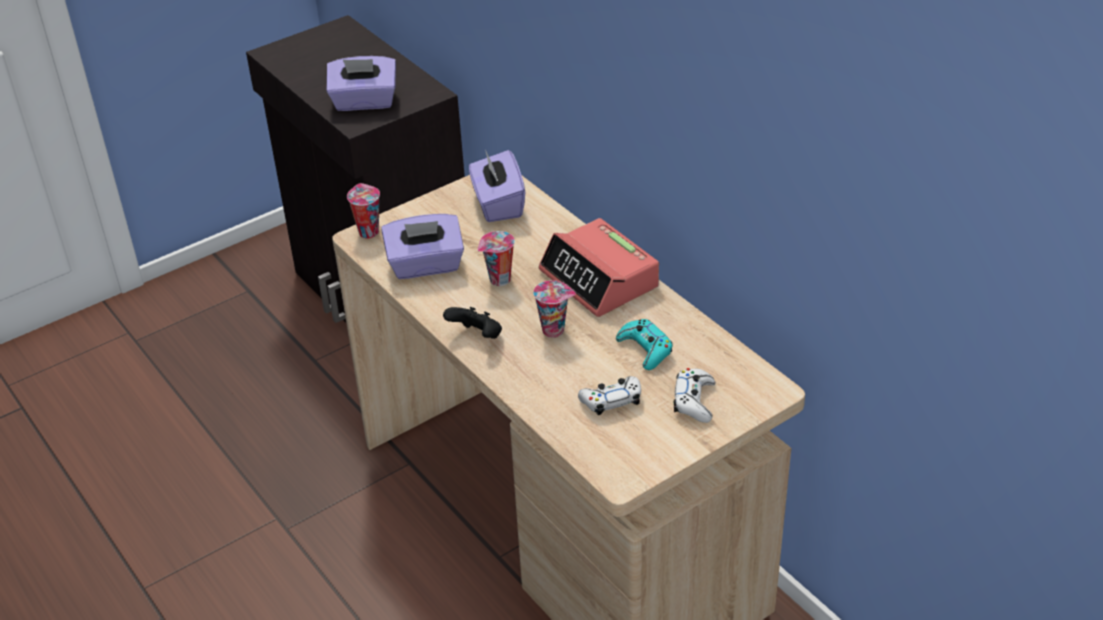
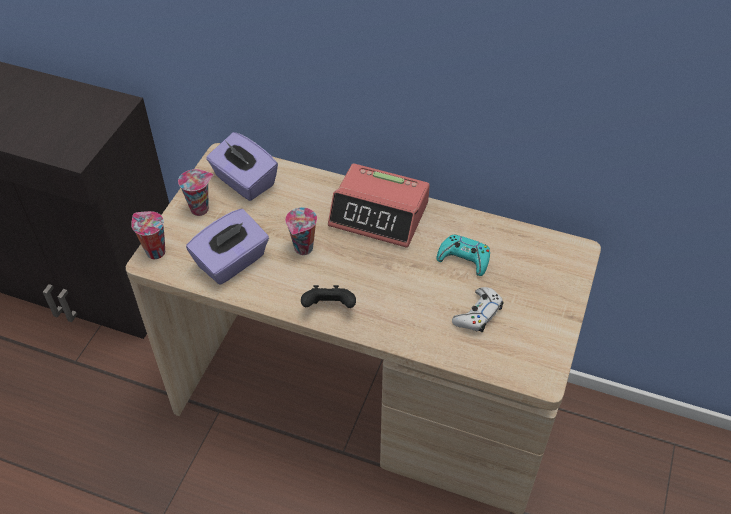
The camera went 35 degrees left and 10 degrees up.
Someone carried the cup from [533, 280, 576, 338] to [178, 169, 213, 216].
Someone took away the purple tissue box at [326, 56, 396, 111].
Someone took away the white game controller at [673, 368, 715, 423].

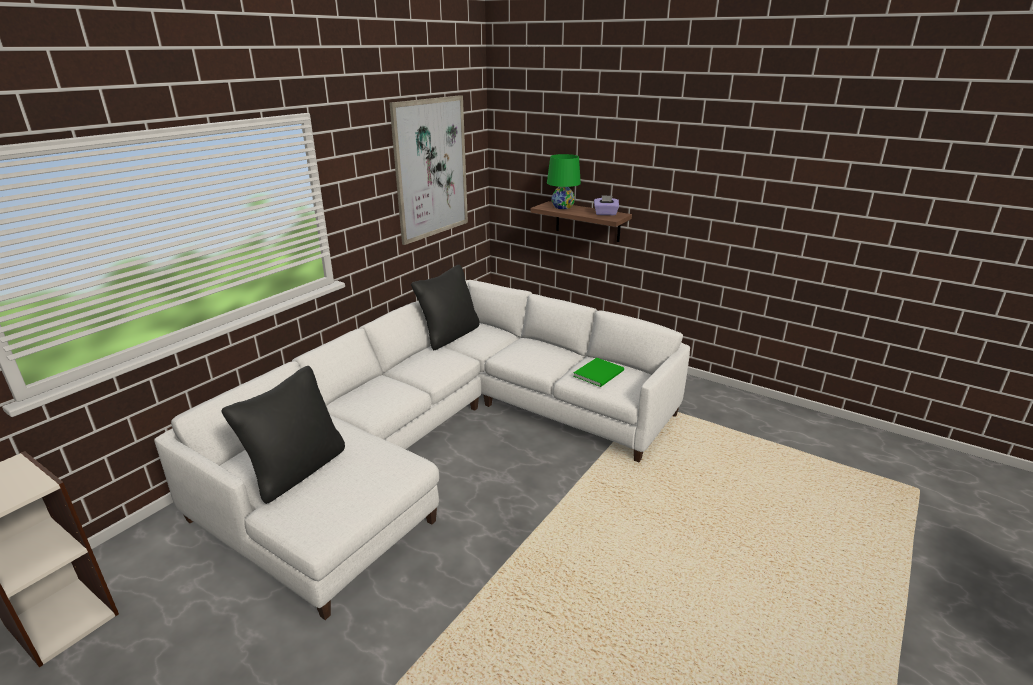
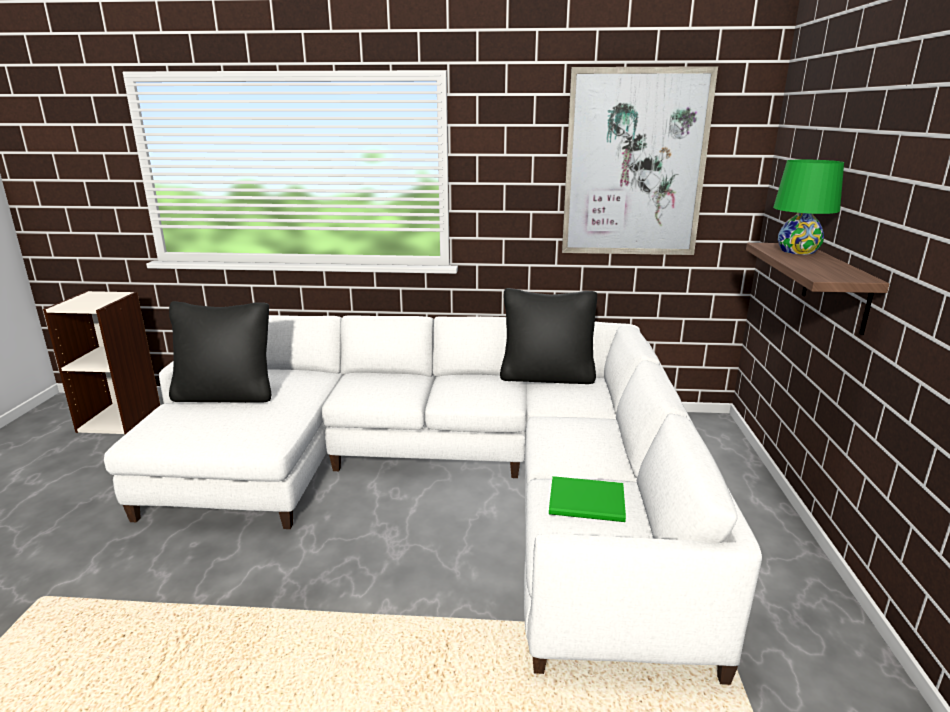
The camera went 60 degrees right and 5 degrees down.
Someone took away the purple tissue box at [594, 195, 619, 215].

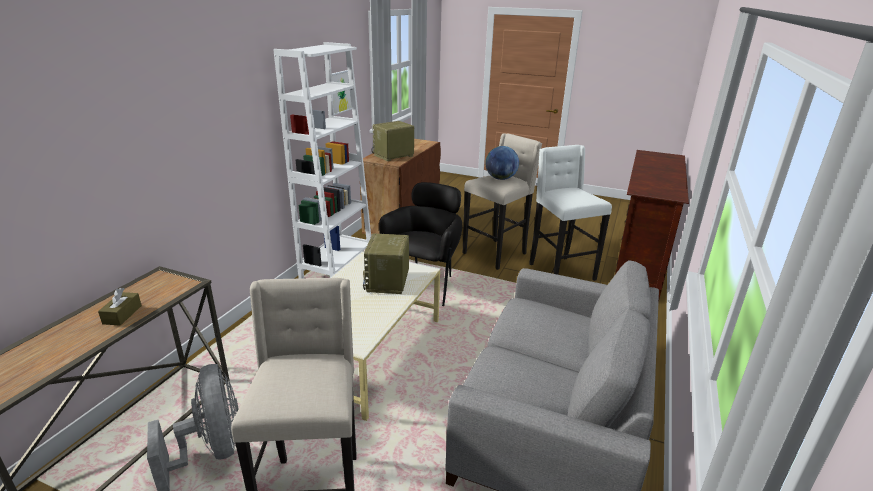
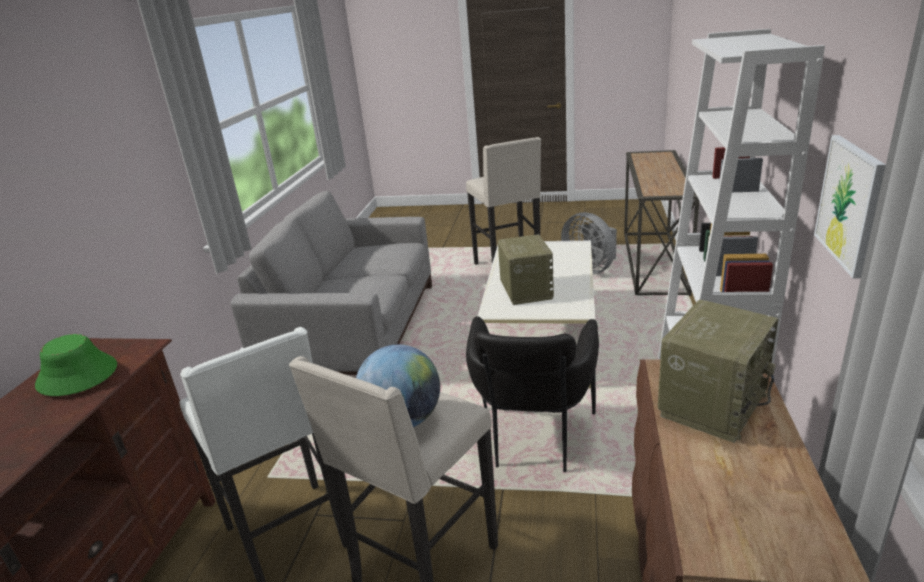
The camera went 170 degrees right and 0 degrees up.
Someone put down the green hat at [35, 334, 117, 396].
Someone took away the brown tissue box at [98, 288, 142, 326].

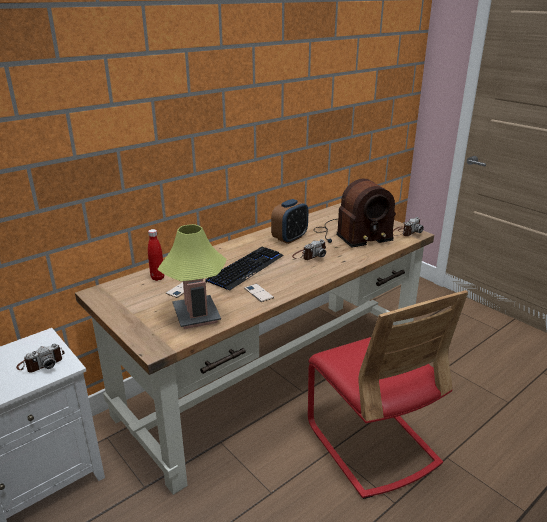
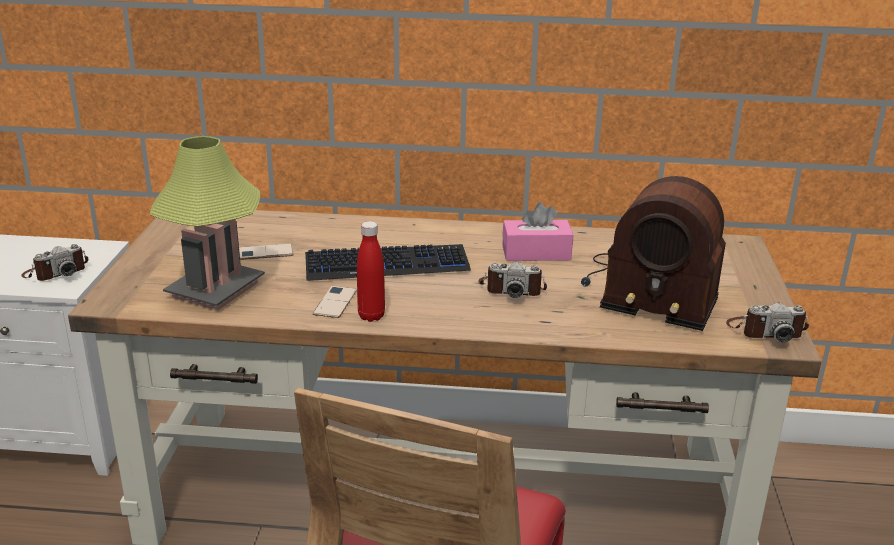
The camera went 45 degrees right and 0 degrees up.
Someone rotated the photo camera at [16, 343, 65, 373] by 45 degrees counterclockwise.
Someone carried the red bottle from [148, 229, 165, 281] to [357, 221, 385, 322].
Someone swapped the alarm clock at [271, 199, 308, 244] for the pink tissue box at [502, 202, 573, 261].

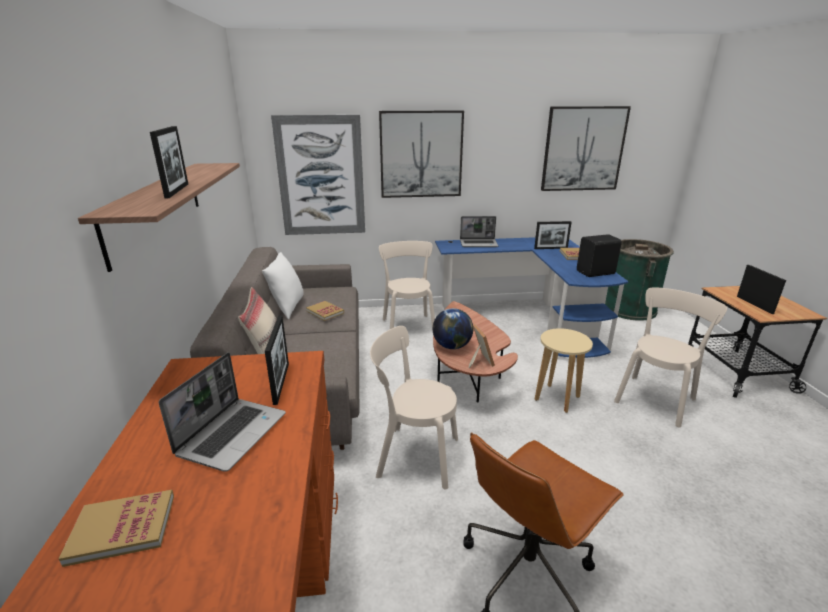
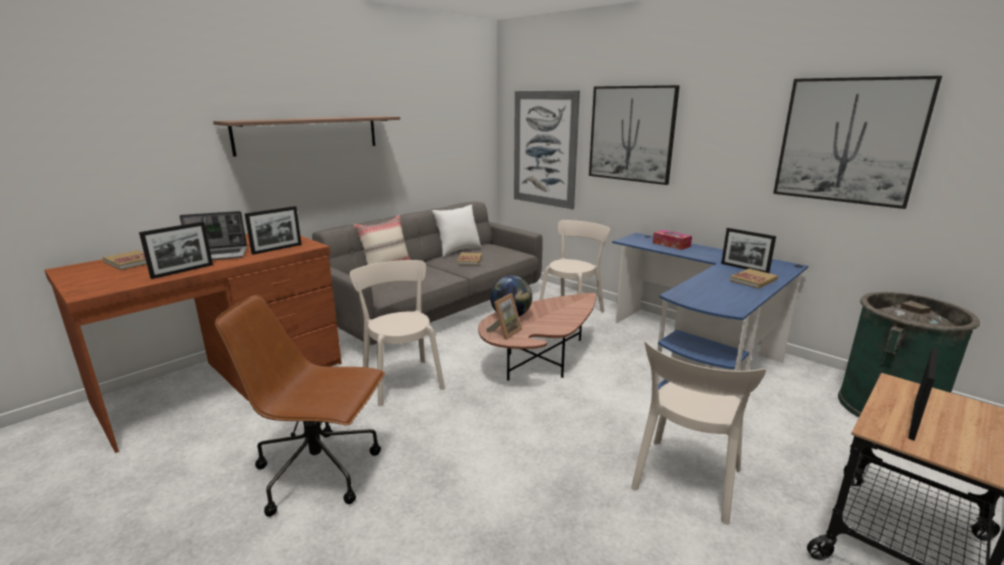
The camera went 50 degrees right and 5 degrees down.
Someone carried the picture frame from [150, 126, 188, 198] to [139, 222, 213, 279].
Someone rotated the beige chair at [614, 287, 727, 428] by 120 degrees clockwise.
Someone swapped the laptop at [460, 216, 499, 247] for the tissue box at [653, 230, 692, 250].
Someone took away the beige stool at [535, 328, 593, 413].
Someone took away the black speaker at [577, 234, 622, 277].

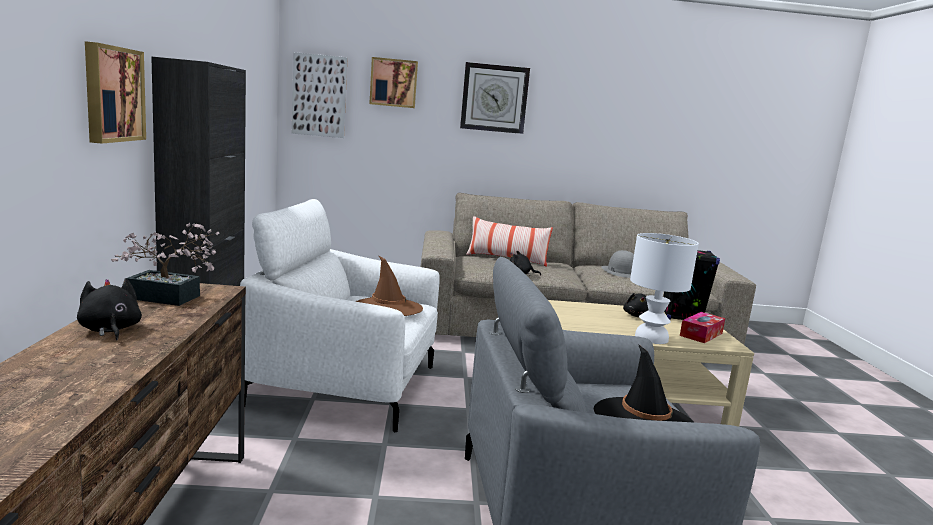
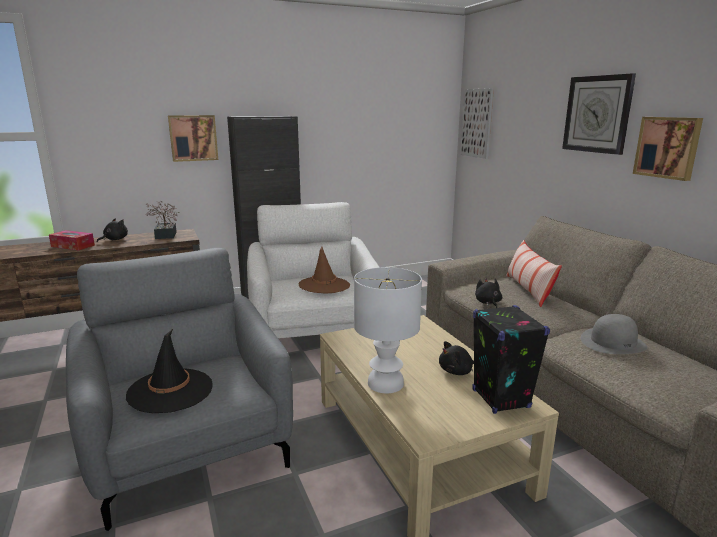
The camera went 70 degrees right and 5 degrees up.
Someone carried the tissue box from [680, 312, 725, 343] to [49, 230, 95, 251].
Someone carried the picture from [369, 57, 418, 108] to [633, 117, 703, 181].

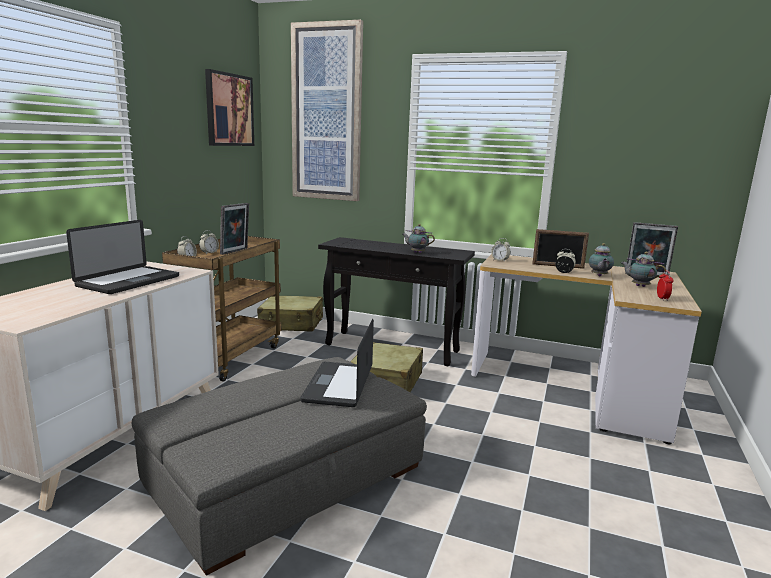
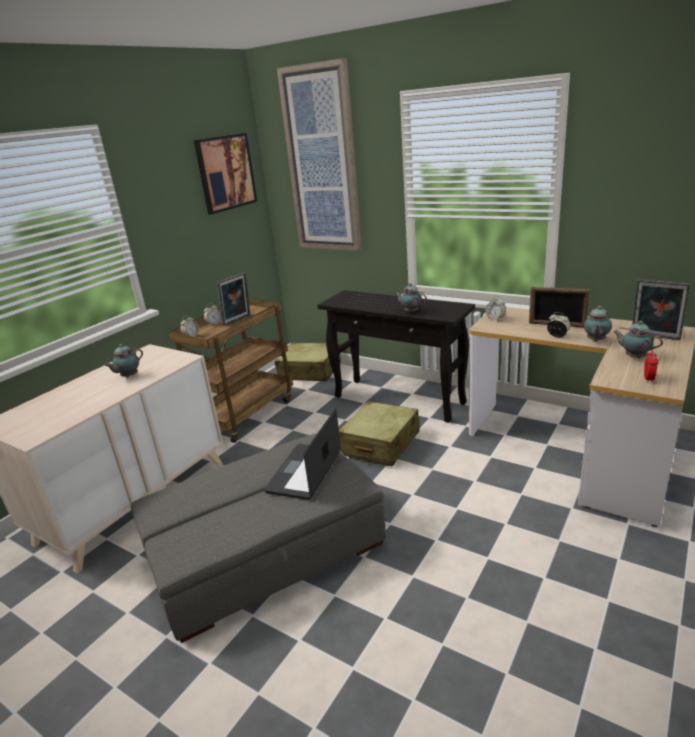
The camera went 15 degrees right and 10 degrees up.
Someone swapped the laptop at [66, 220, 179, 294] for the teapot at [104, 344, 143, 378].

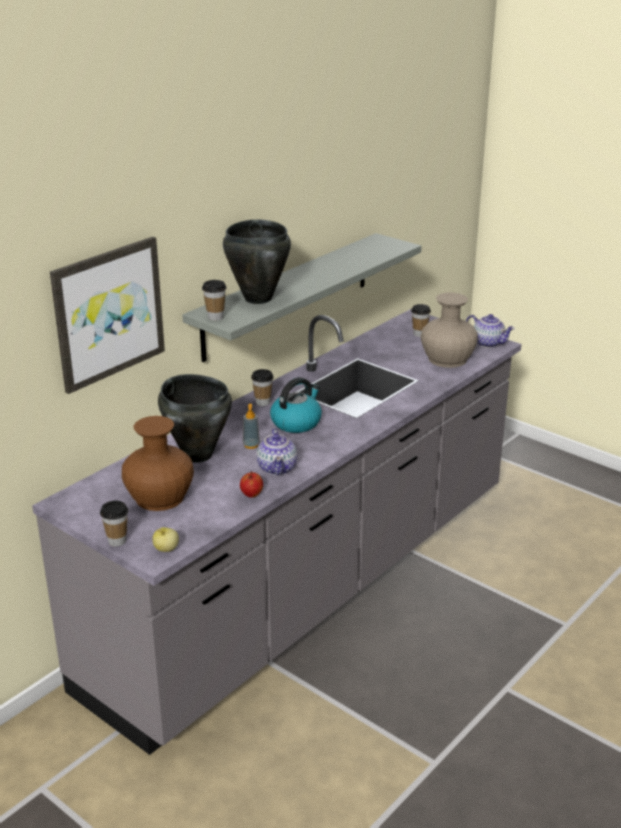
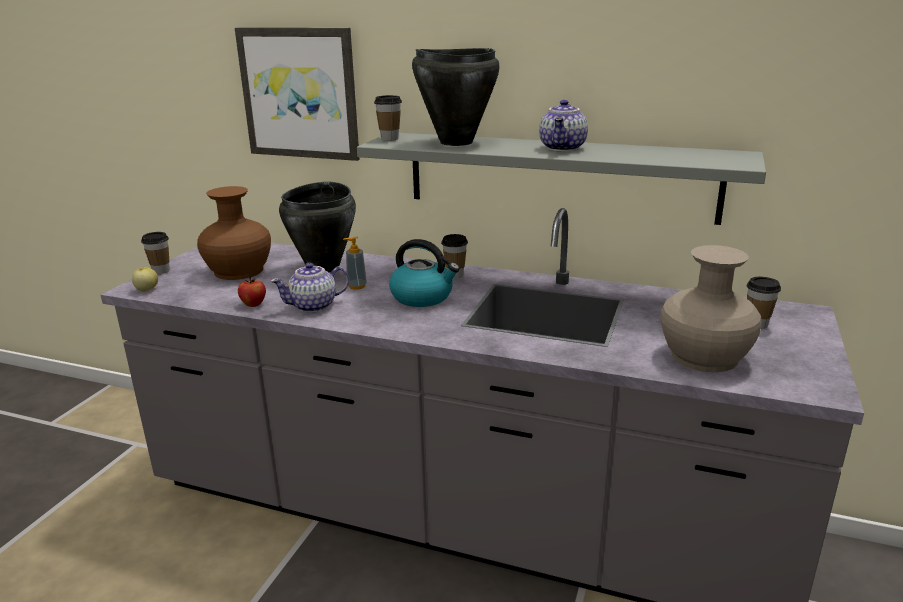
The camera went 70 degrees right and 5 degrees down.
Someone carried the teapot from [466, 314, 515, 348] to [539, 100, 588, 152].

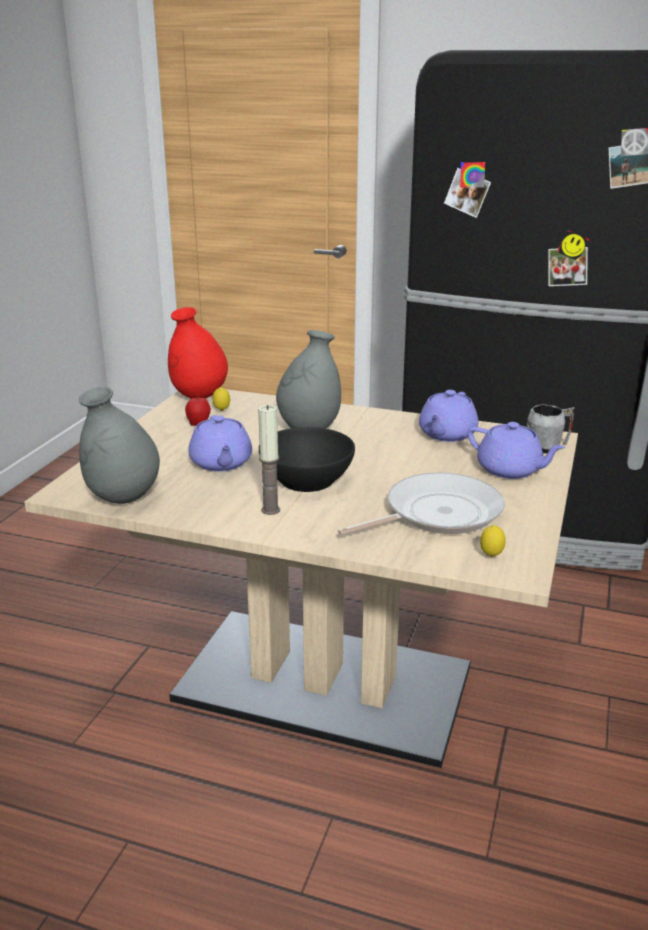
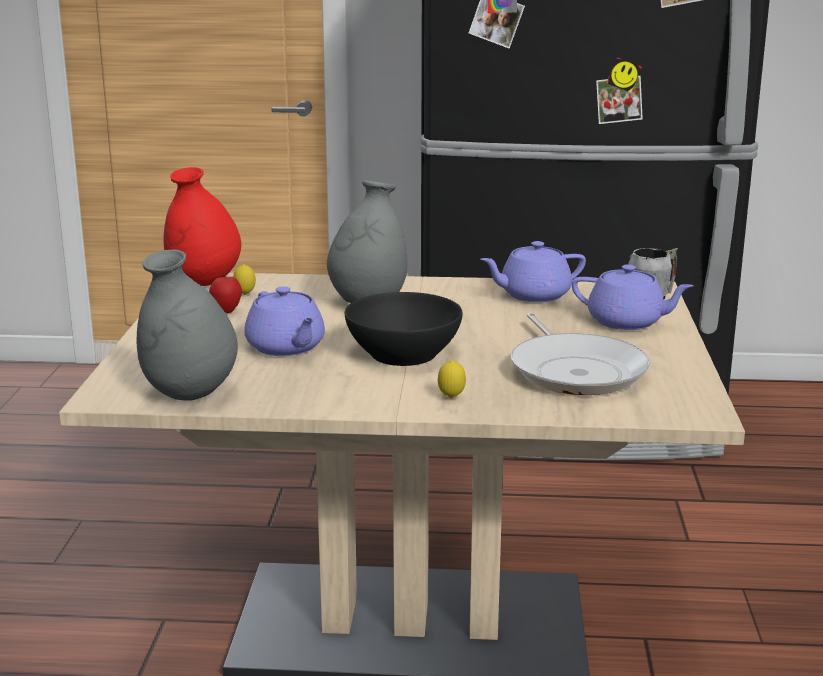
The camera went 15 degrees left and 5 degrees down.
Someone carried the lemon from [480, 525, 506, 557] to [438, 360, 466, 398].
Someone rotated the purple teapot at [419, 390, 478, 442] by 60 degrees clockwise.
Someone rotated the frying pan at [338, 473, 505, 535] by 120 degrees clockwise.
Someone took away the candle at [258, 405, 280, 515].

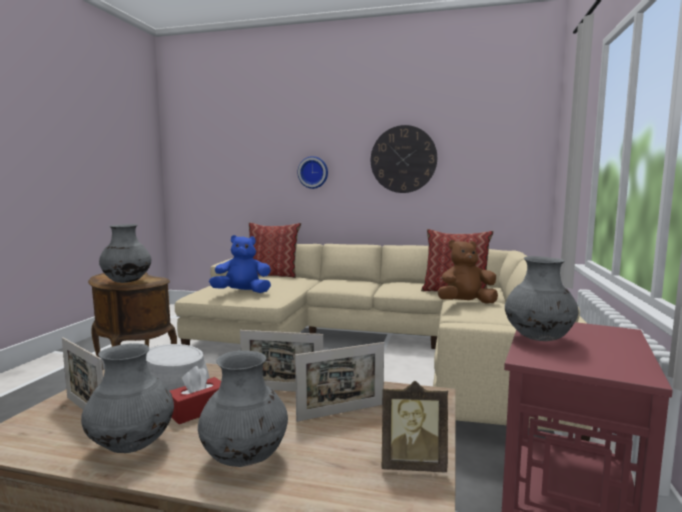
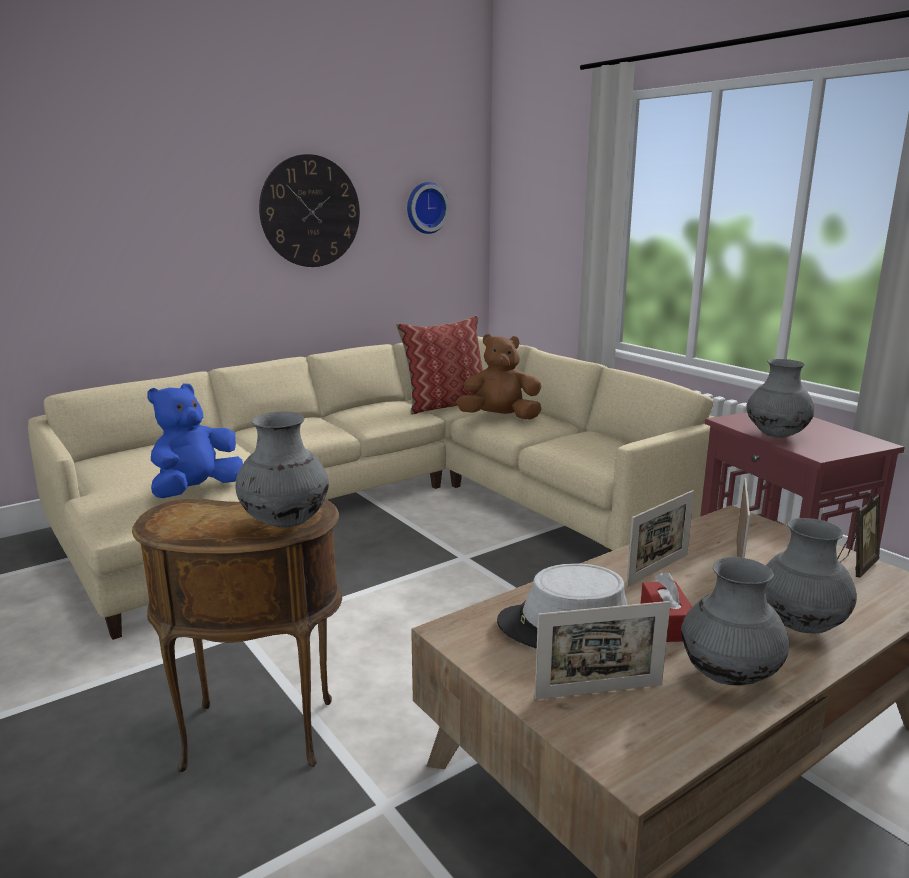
The camera went 50 degrees left and 10 degrees up.
Someone carried the wall clock from [298, 156, 328, 189] to [407, 182, 449, 234].
Someone rotated the brown plush toy at [438, 240, 498, 304] by 60 degrees clockwise.
Someone took away the pillow at [249, 222, 301, 278].

